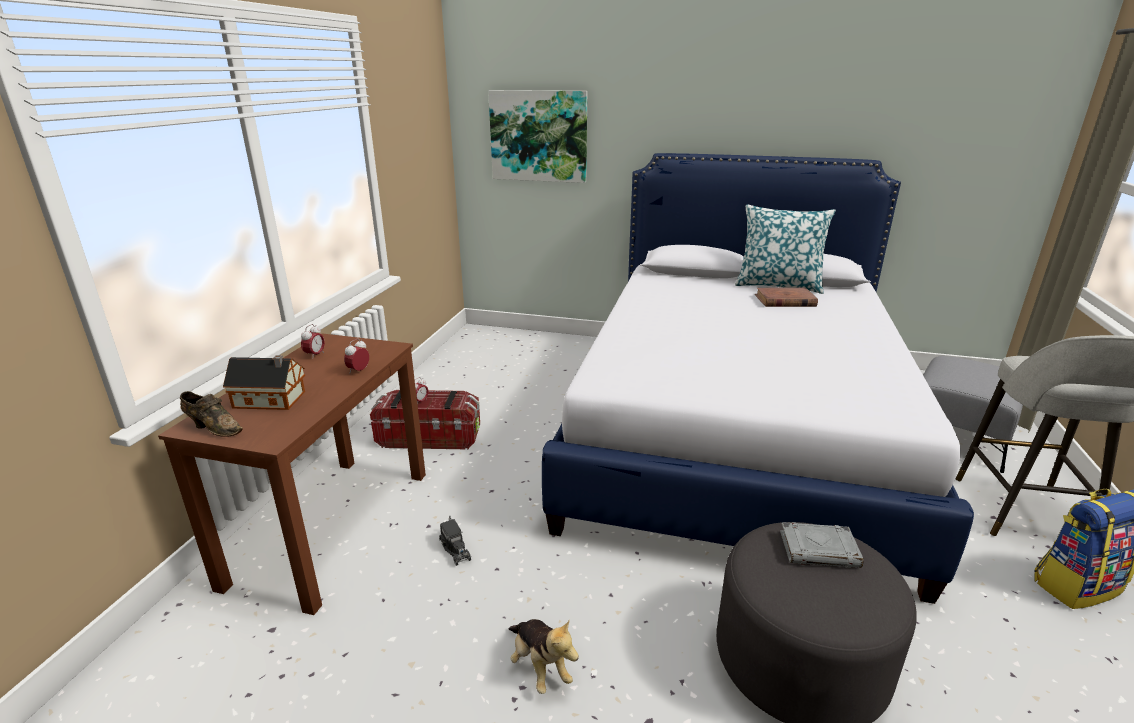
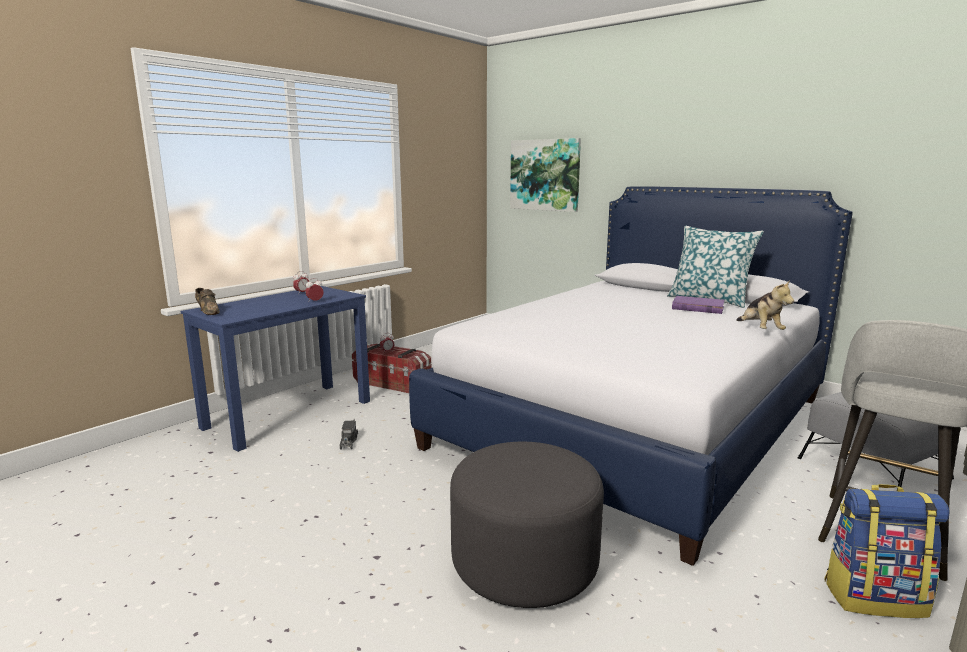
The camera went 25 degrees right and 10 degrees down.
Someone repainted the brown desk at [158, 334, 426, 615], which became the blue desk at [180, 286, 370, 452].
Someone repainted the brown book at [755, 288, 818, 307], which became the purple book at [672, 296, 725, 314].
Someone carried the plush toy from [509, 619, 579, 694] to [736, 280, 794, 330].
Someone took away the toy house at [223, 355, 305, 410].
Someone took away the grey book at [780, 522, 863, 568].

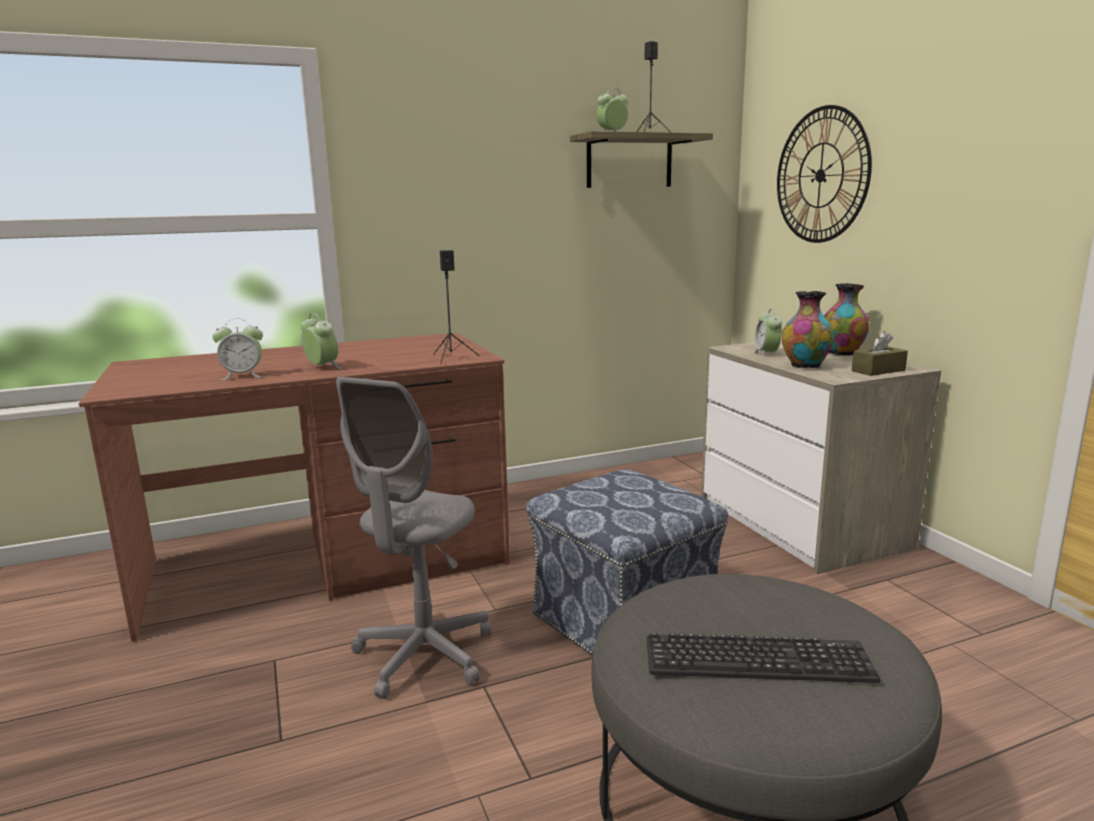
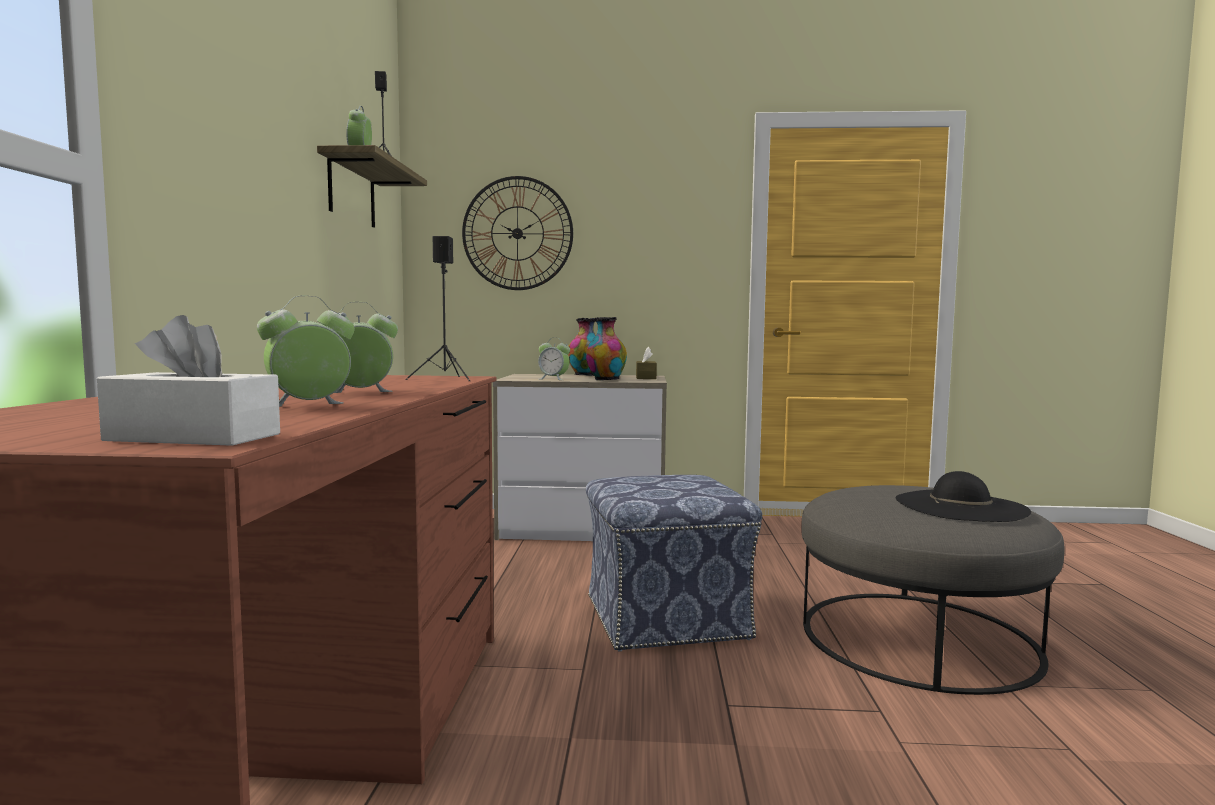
The camera went 65 degrees left and 10 degrees down.
Someone put down the white tissue box at [97, 315, 280, 446].
Someone rotated the alarm clock at [212, 319, 263, 380] by 135 degrees counterclockwise.
Someone swapped the keyboard at [647, 633, 880, 683] for the black hat at [895, 471, 1031, 522].
Someone took away the grey office chair at [336, 377, 491, 699].

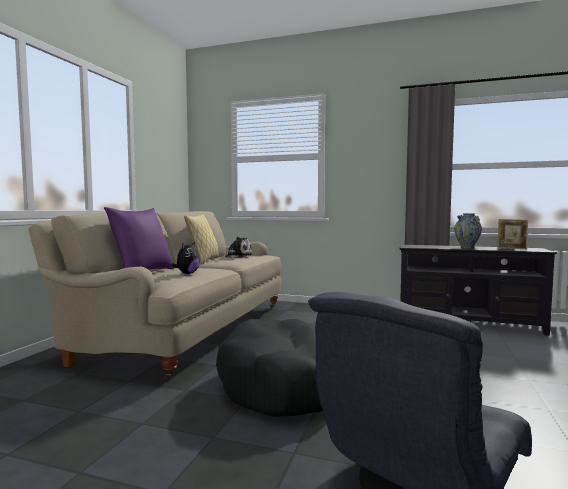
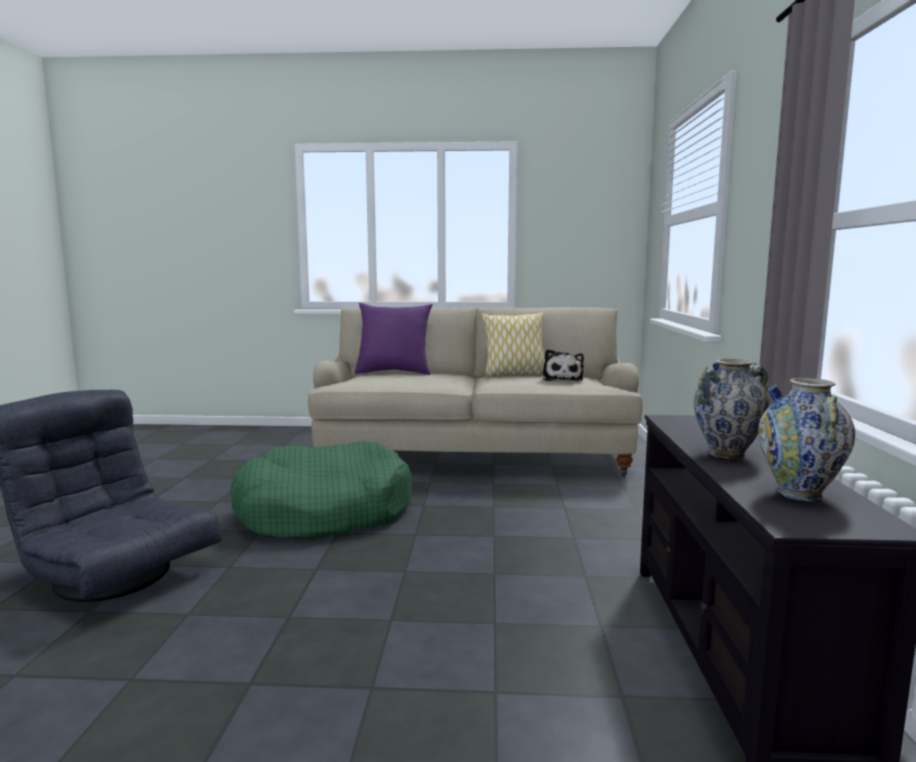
The camera went 75 degrees right and 5 degrees up.
Someone repainted the black dog bed at [216, 318, 323, 417], which became the green dog bed at [230, 441, 412, 539].
Someone swapped the picture frame at [497, 219, 528, 250] for the vase at [758, 378, 855, 501].
Someone took away the plush toy at [171, 242, 200, 274].

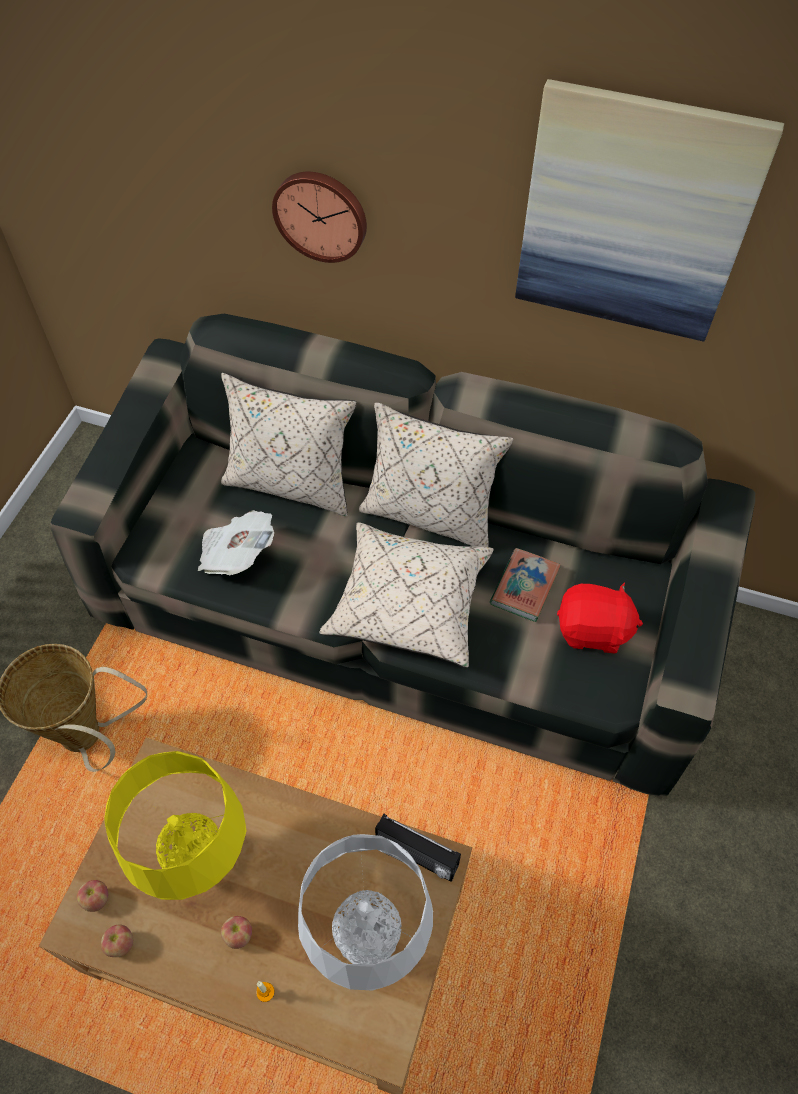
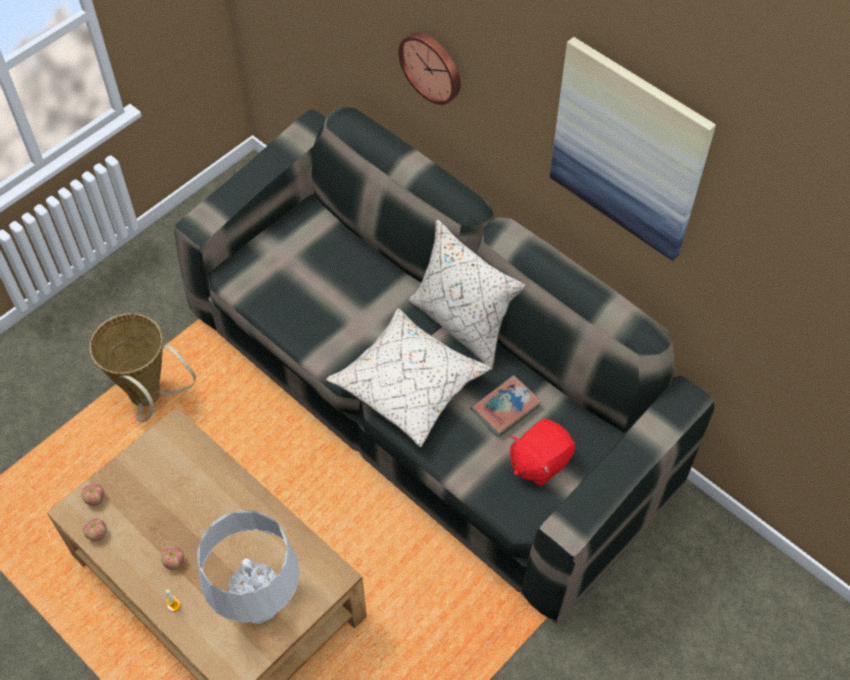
The camera went 25 degrees right and 0 degrees up.
Someone rotated the red plush toy at [557, 582, 643, 653] by 105 degrees clockwise.
Someone took away the yellow table lamp at [104, 751, 246, 900].
Someone took away the newspaper at [198, 510, 274, 575].
Someone took away the beige pillow at [221, 372, 356, 516].
Someone took away the radio at [375, 814, 461, 882].

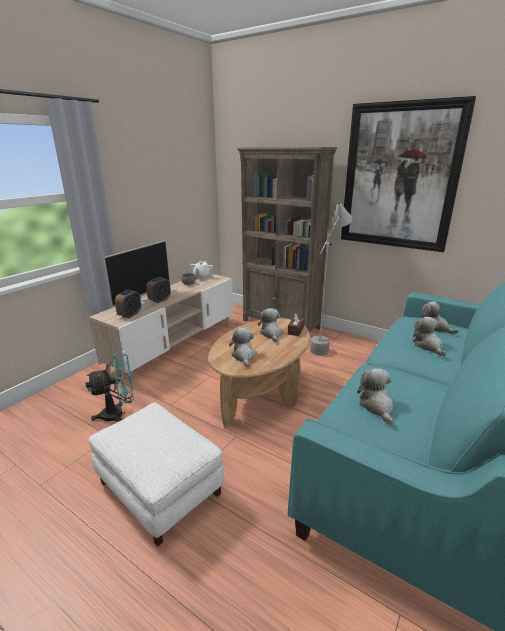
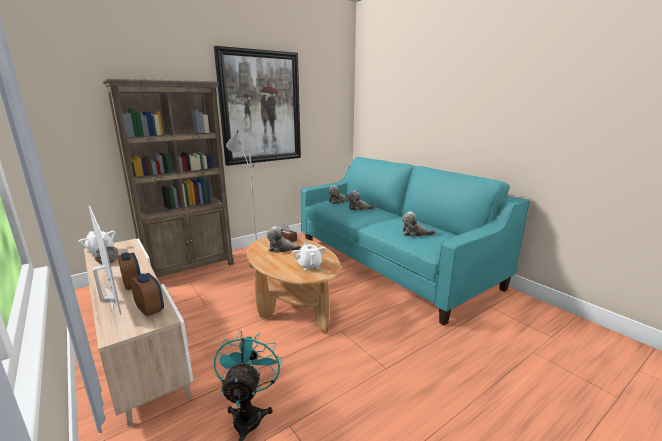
The camera went 70 degrees left and 5 degrees down.
Someone swapped the plush toy at [229, 328, 257, 367] for the white teapot at [293, 242, 326, 270].
Someone took away the white ottoman at [88, 402, 224, 547].

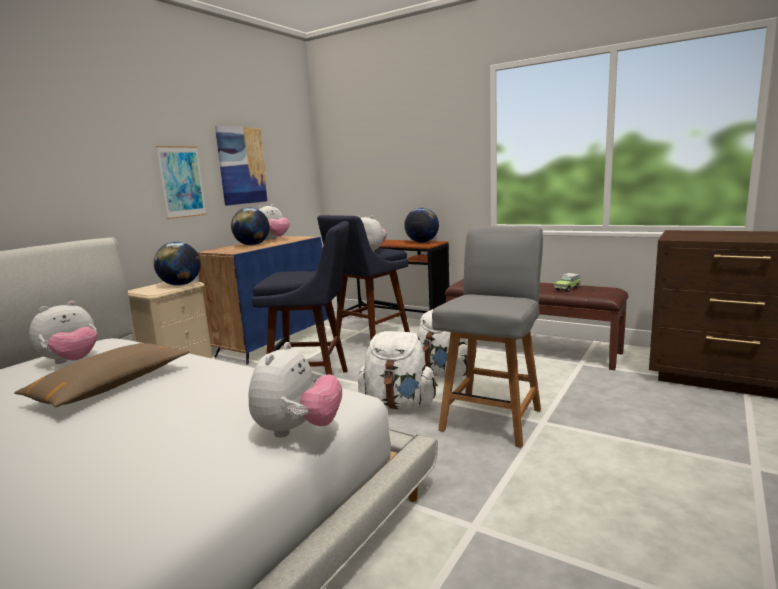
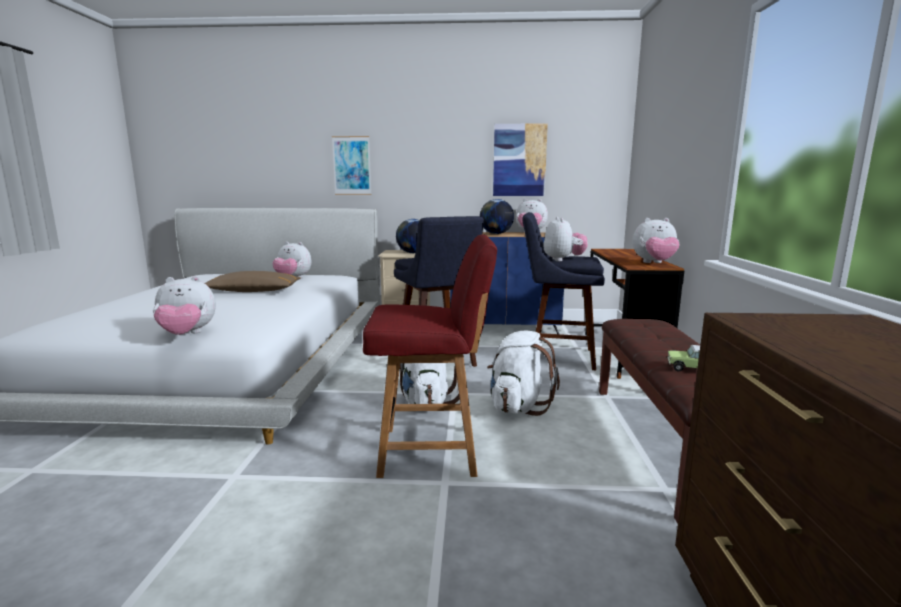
The camera went 60 degrees right and 0 degrees up.
Someone carried the picture from [156, 146, 207, 219] to [332, 136, 372, 195].
Someone repainted the grey chair at [432, 226, 543, 448], which became the red chair at [363, 234, 497, 478].
Someone swapped the globe at [404, 208, 439, 243] for the plush toy at [633, 218, 680, 263].

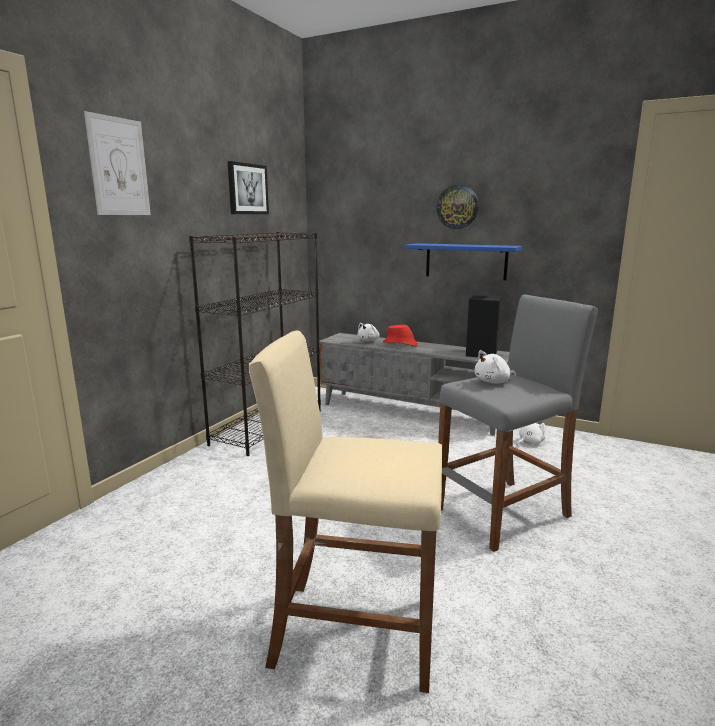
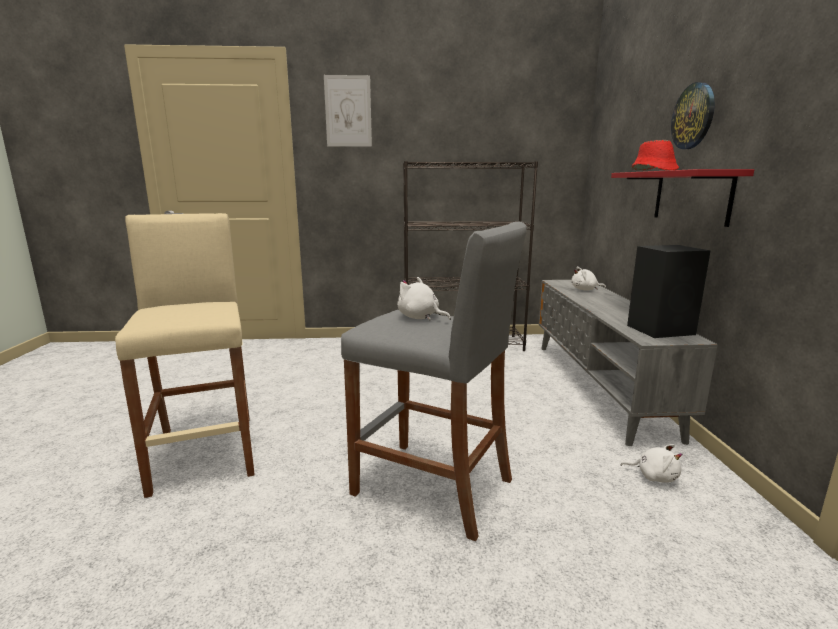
The camera went 60 degrees right and 0 degrees up.
Someone repainted the blue shelf at [404, 243, 522, 280], which became the red shelf at [611, 169, 754, 227].
Someone carried the red hat from [383, 324, 418, 347] to [632, 140, 679, 171].
Someone took away the picture at [228, 161, 269, 214].

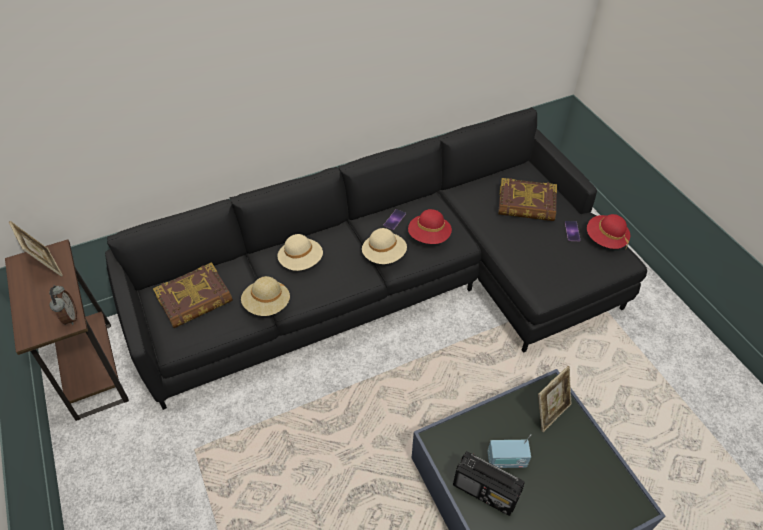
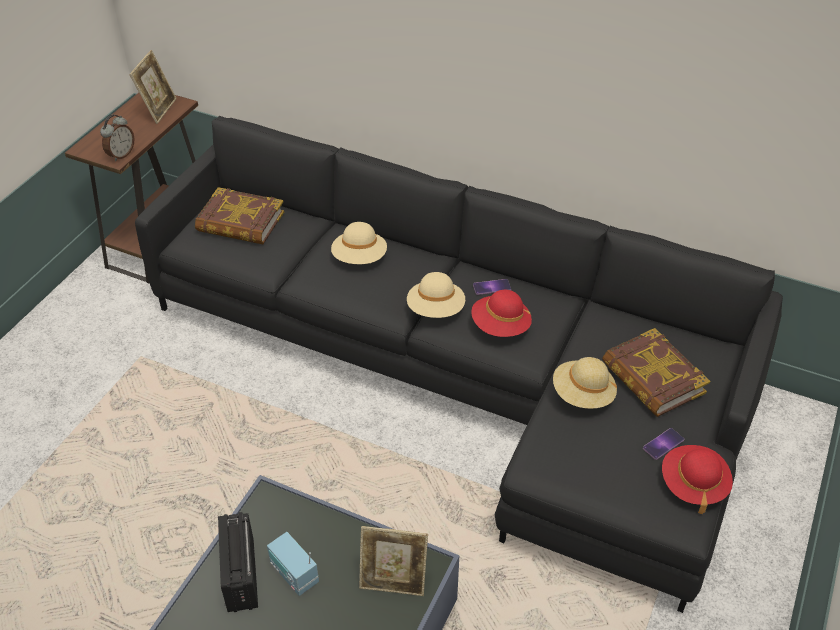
The camera went 50 degrees right and 5 degrees down.
Someone carried the beige hat from [241, 276, 290, 316] to [553, 357, 617, 409].

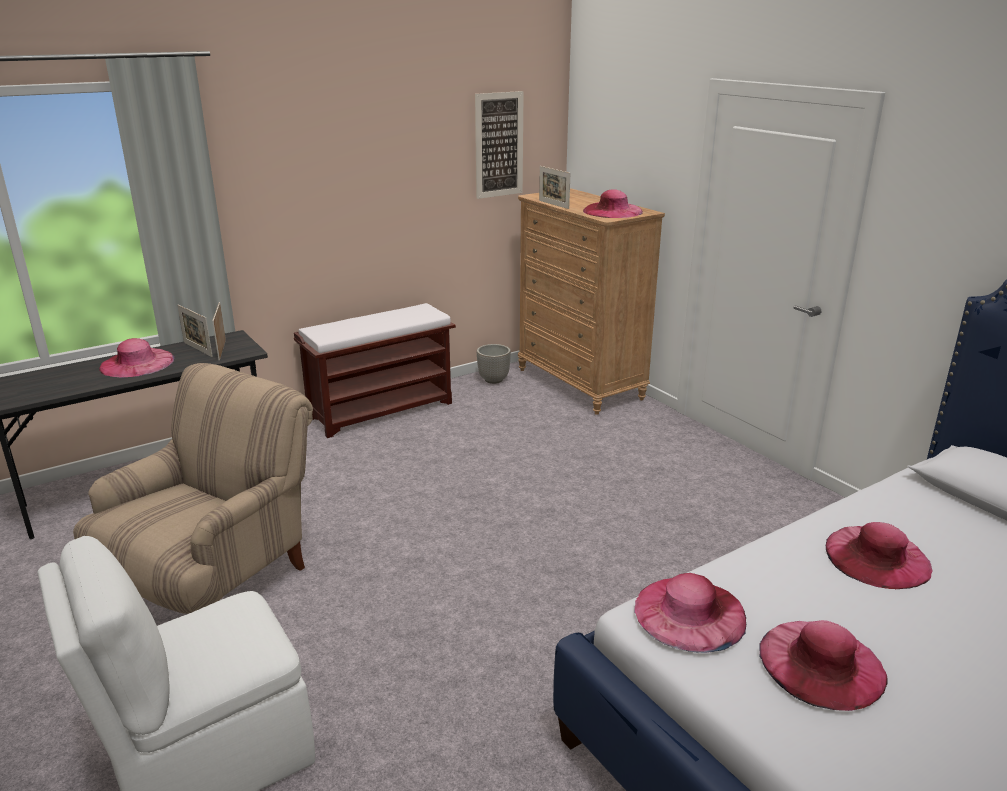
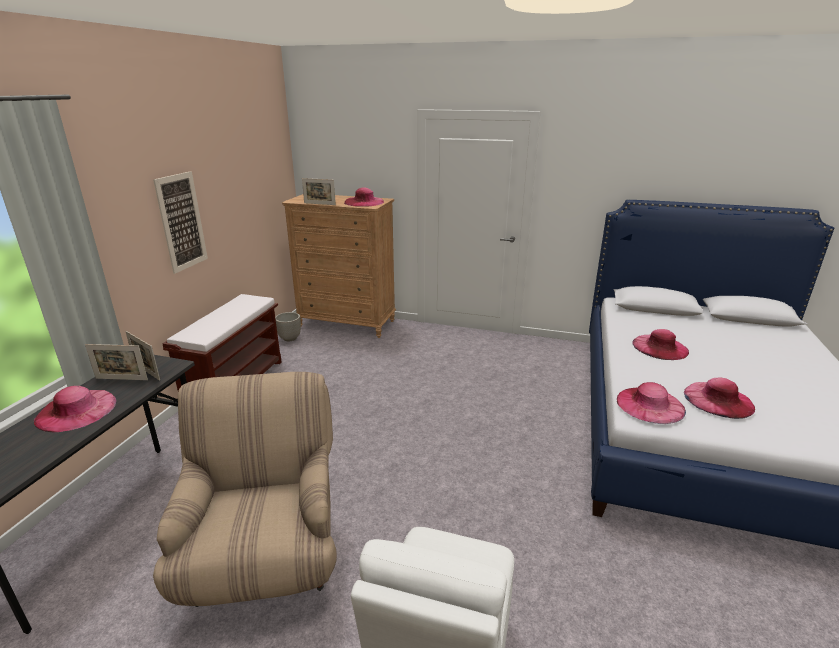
The camera went 40 degrees left and 0 degrees up.
Someone carried the picture from [475, 91, 524, 199] to [153, 171, 208, 274].

